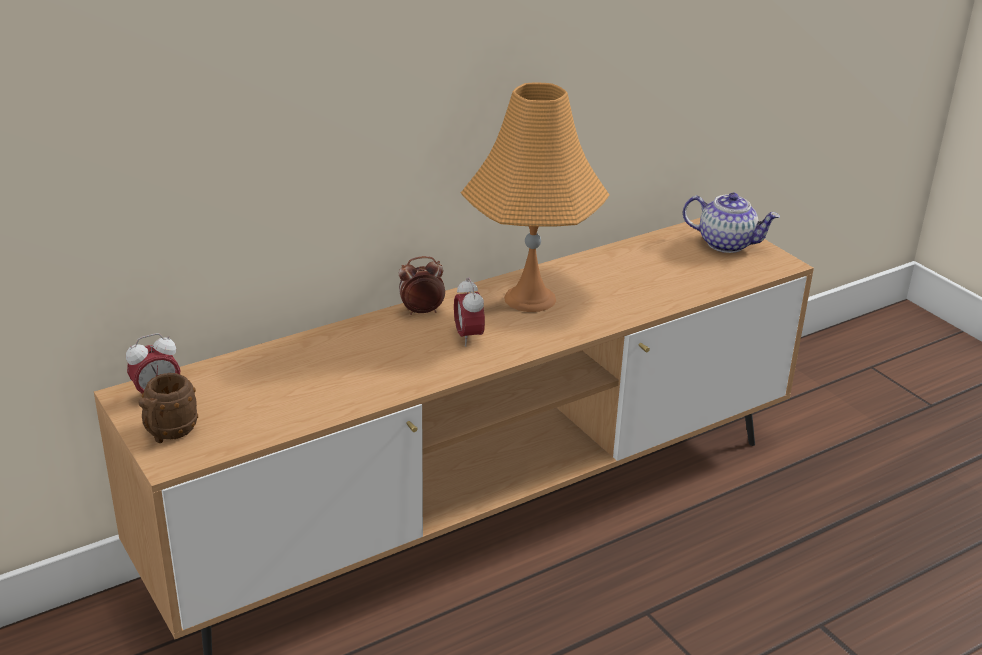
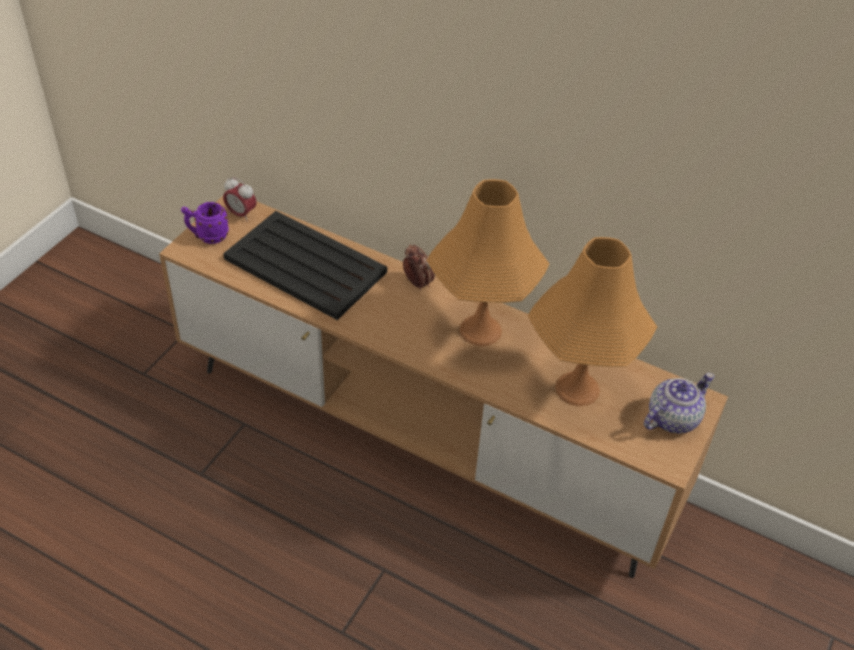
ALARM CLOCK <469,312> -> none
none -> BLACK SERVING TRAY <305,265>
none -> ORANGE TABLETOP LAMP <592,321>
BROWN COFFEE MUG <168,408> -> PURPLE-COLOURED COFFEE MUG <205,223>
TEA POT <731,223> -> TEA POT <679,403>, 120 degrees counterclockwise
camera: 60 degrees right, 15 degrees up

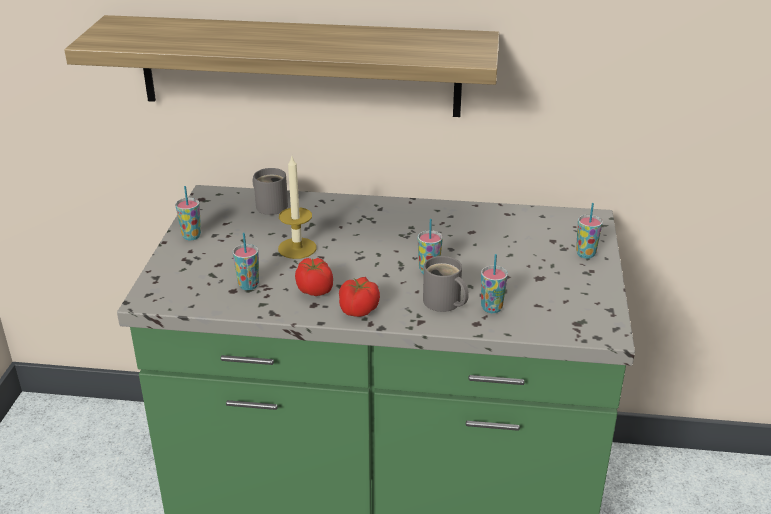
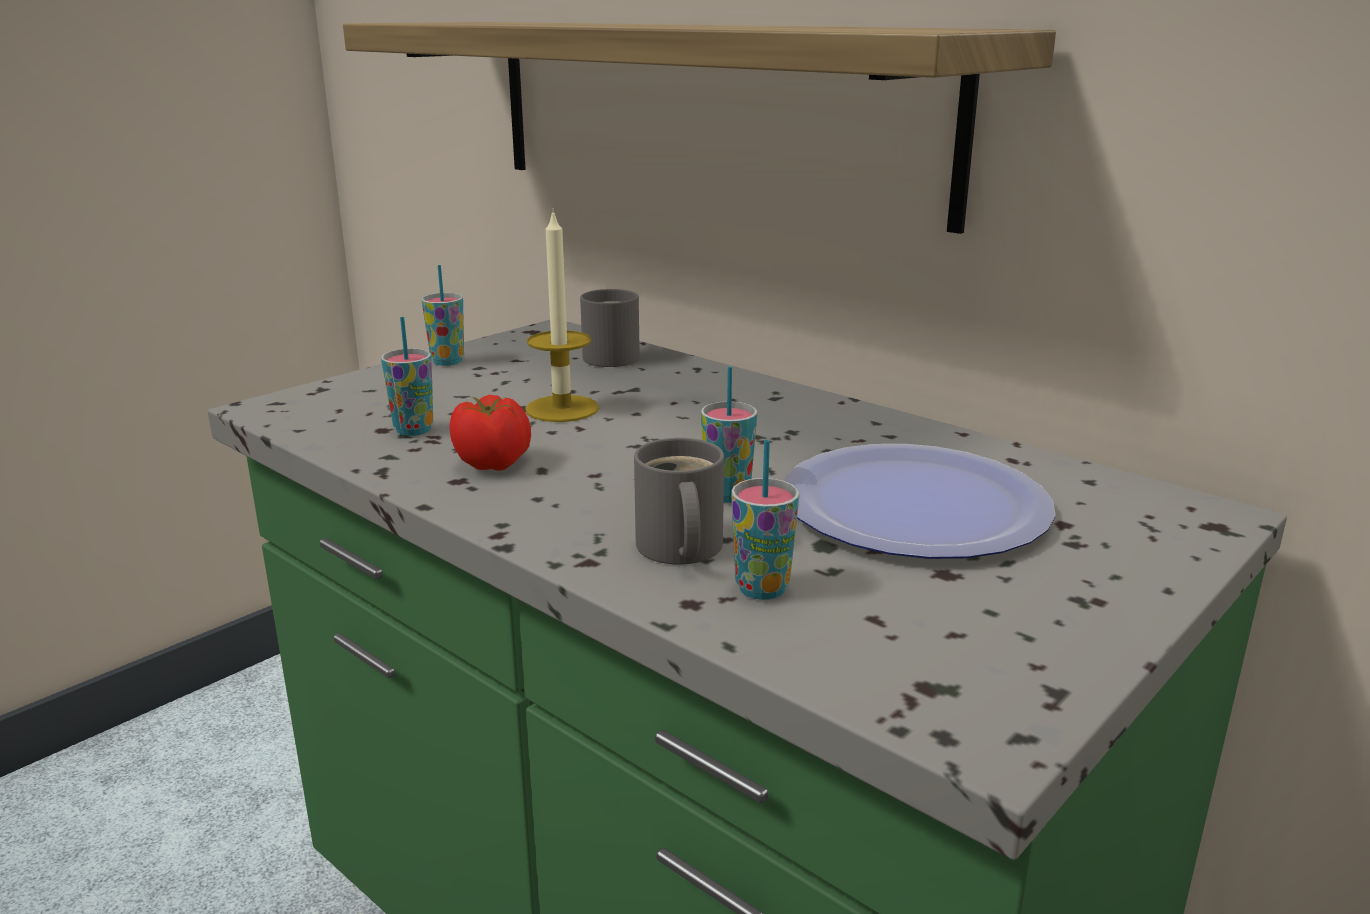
FRESH TOMATO <359,297> -> none
DRINKING CUP <589,230> -> none
none -> DINNER PLATE <920,501>
camera: 35 degrees right, 10 degrees down

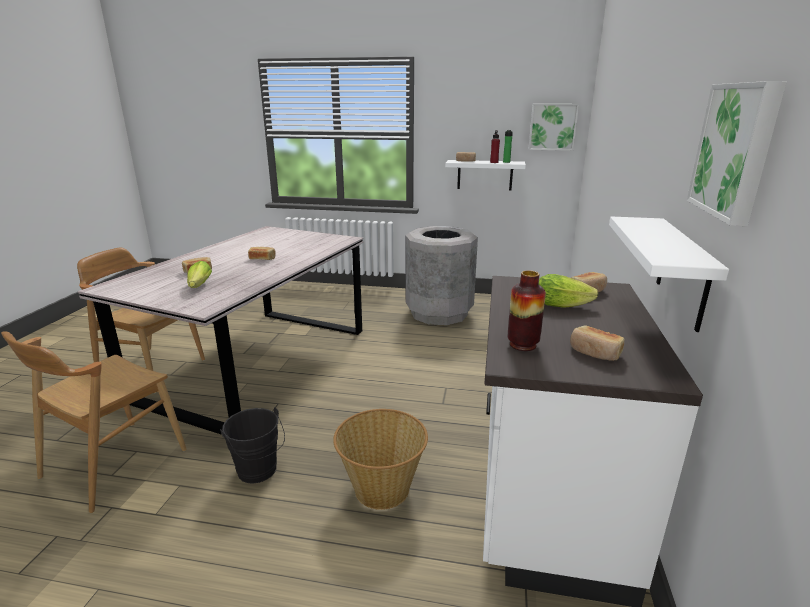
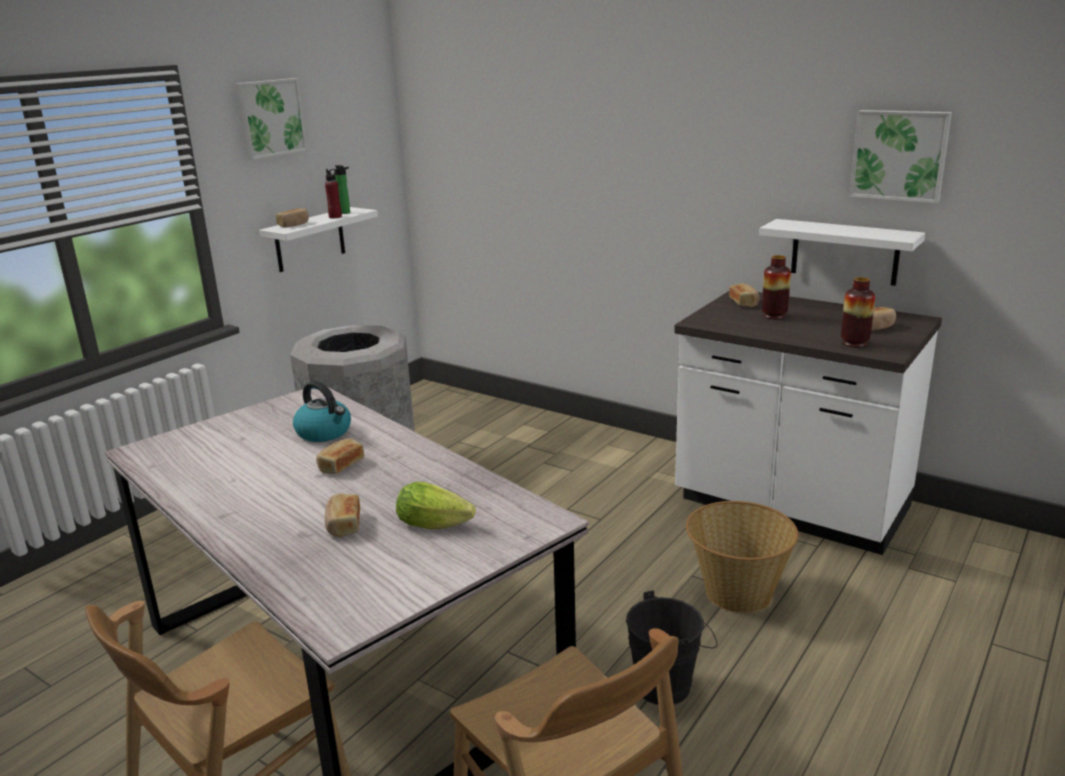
none -> KETTLE <322,411>
WALL PICTURE <554,127> -> WALL PICTURE <271,119>, shifted
LETTUCE <568,291> -> VASE <776,287>
camera: 65 degrees left, 0 degrees up

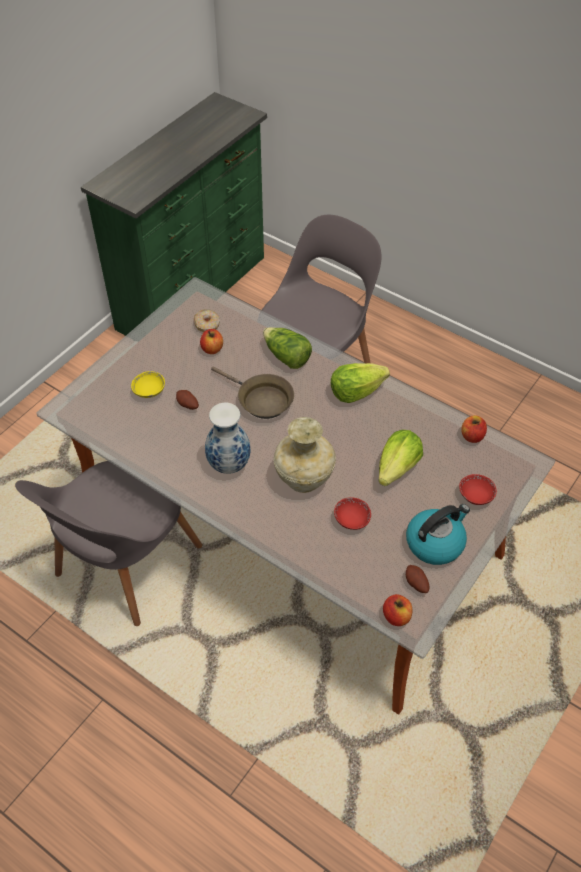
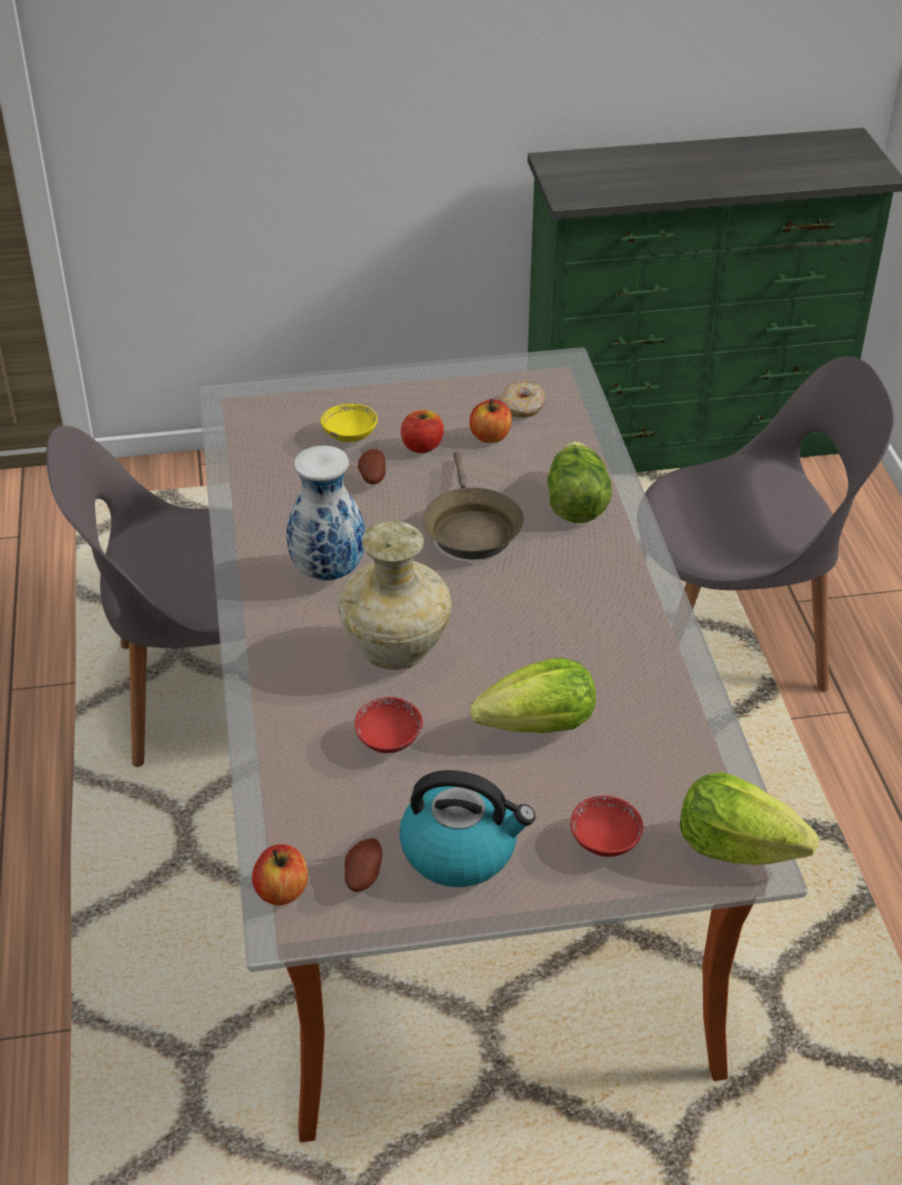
LETTUCE <360,383> -> LETTUCE <749,818>, shifted
APPLE FRUIT <474,429> -> APPLE FRUIT <422,431>, shifted
camera: 45 degrees right, 10 degrees down

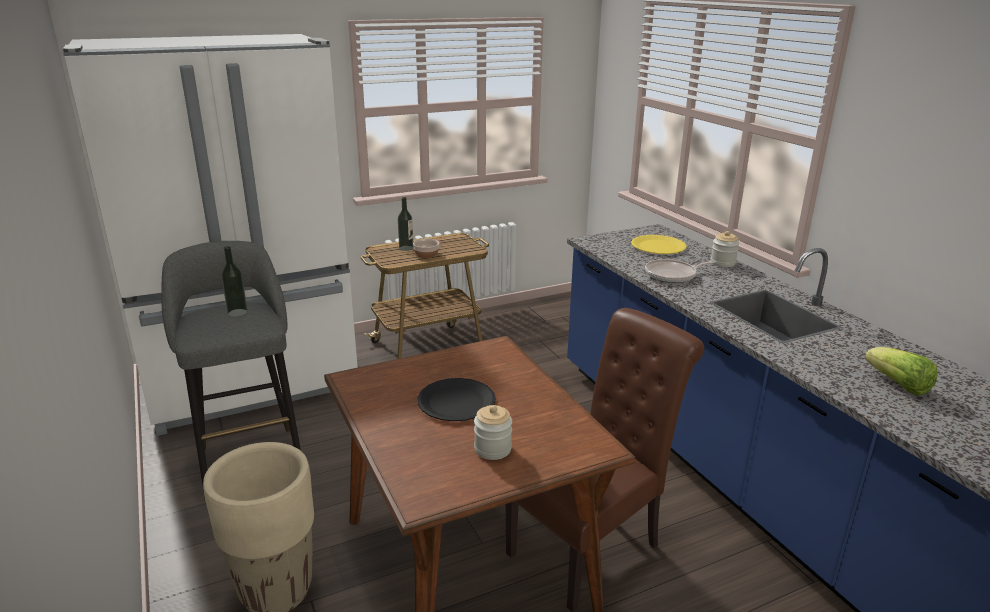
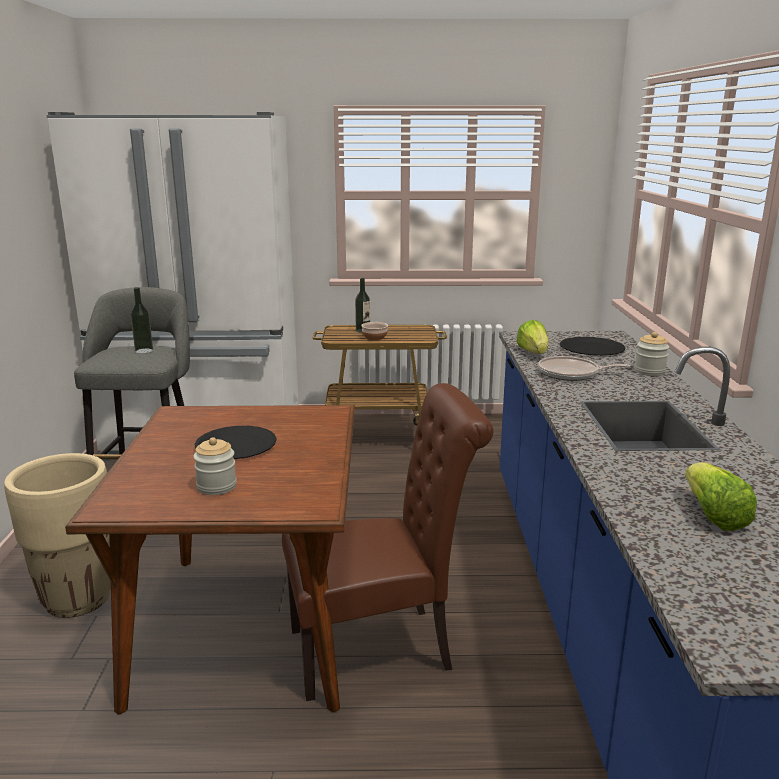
none -> LETTUCE <533,337>
YELLOWISH DINNER PLATE <659,244> -> BLACK DINNER PLATE <592,346>
camera: 25 degrees right, 5 degrees down

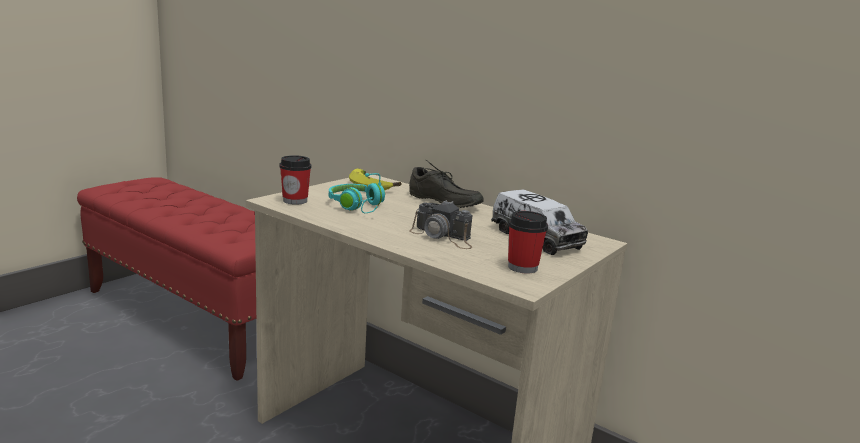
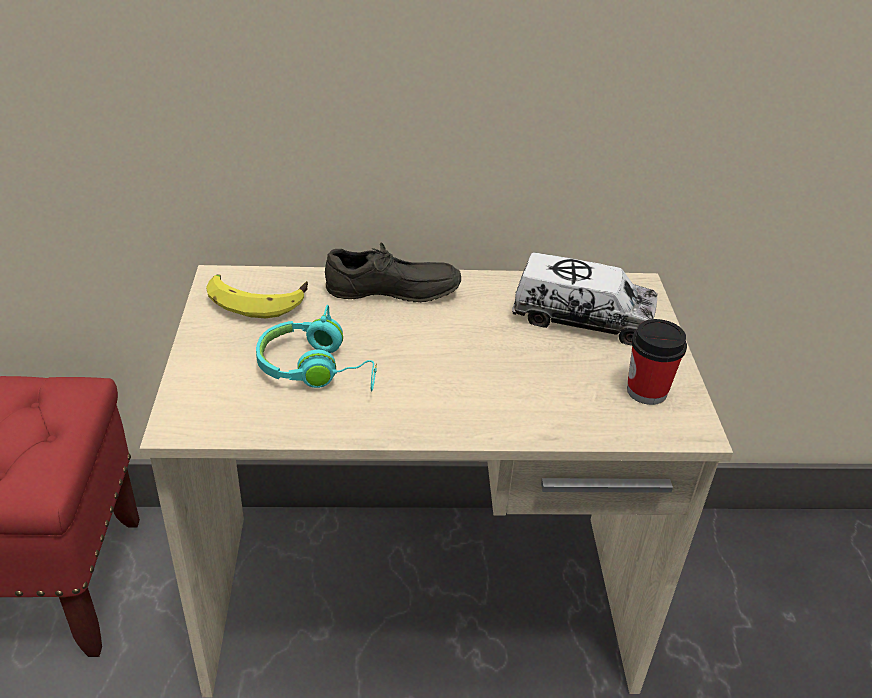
DRINKING CUP <295,180> -> none
PHOTO CAMERA <440,224> -> none
camera: 40 degrees left, 20 degrees up

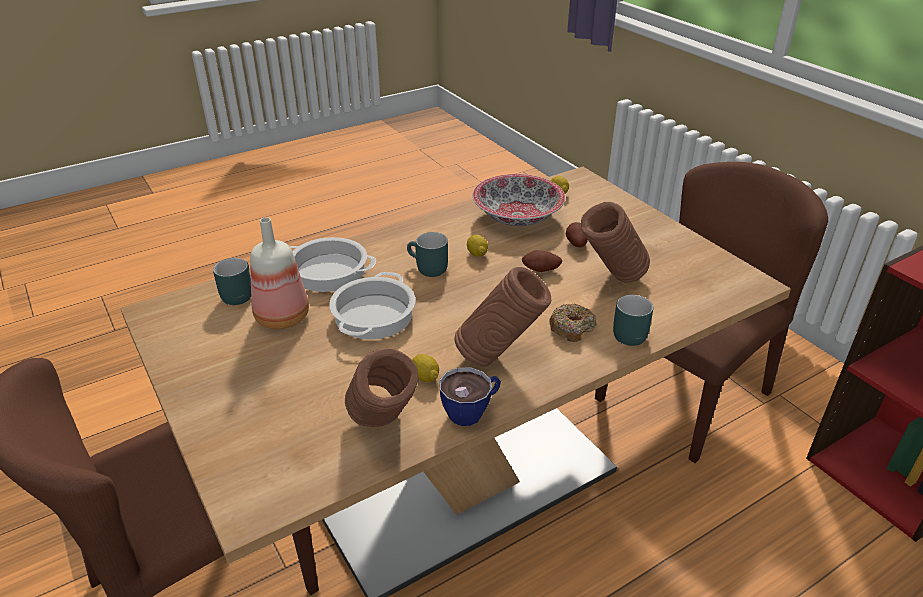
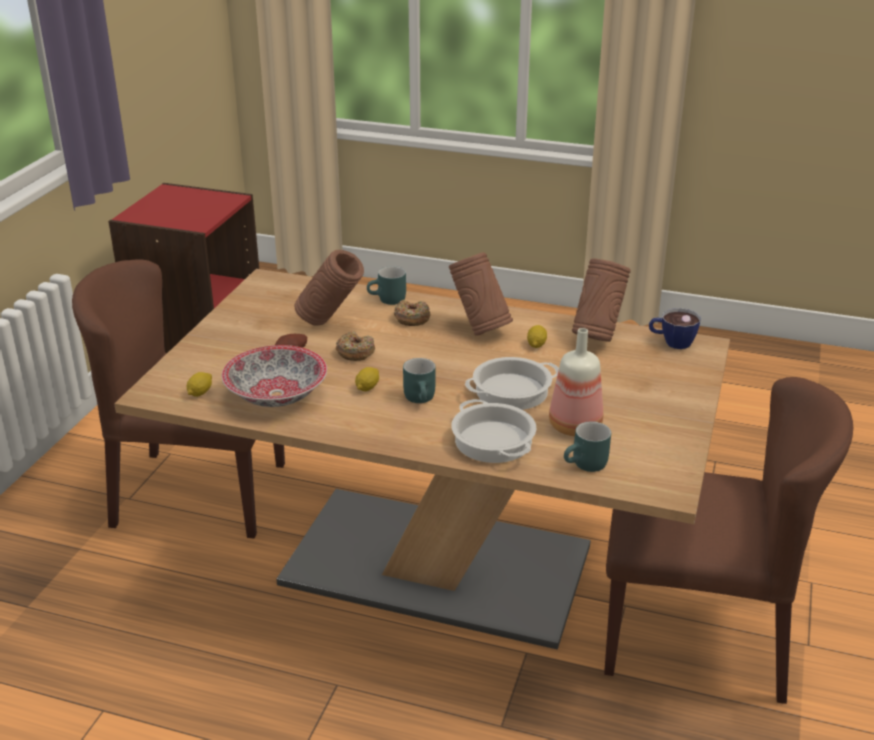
DRINKING CUP <470,396> -> DRINKING CUP <675,328>, shifted
POTATO <542,261> -> DOUGHNUT <355,346>
camera: 130 degrees left, 5 degrees down

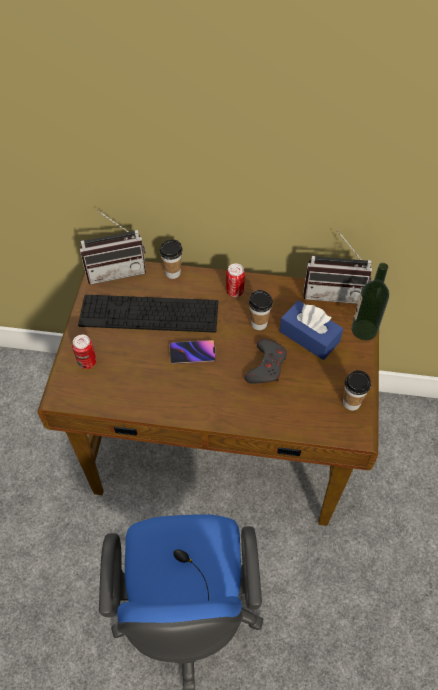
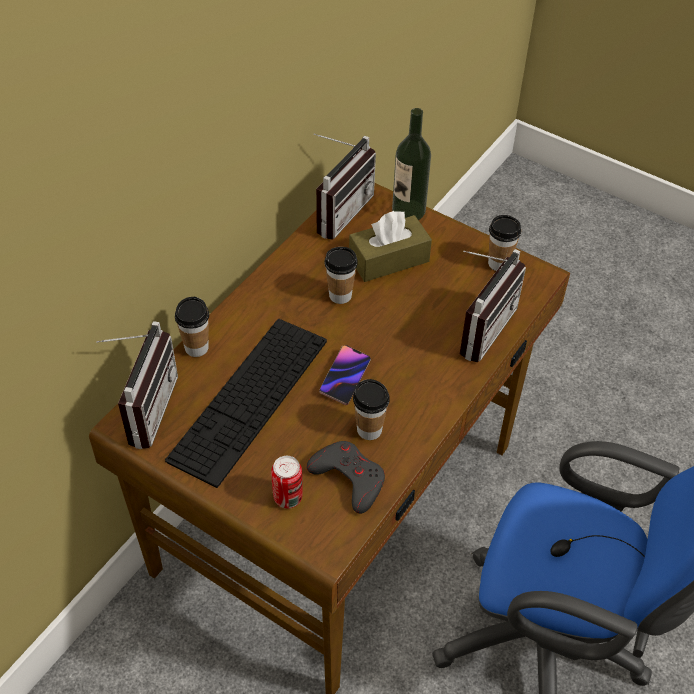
SEALED CAN <235,280> -> none
none -> DRINKING CUP <371,409>
none -> RADIO SET <493,306>
GREYISH GAMEPAD <265,361> -> GREYISH GAMEPAD <345,477>, shifted
BLUE-COLOURED TISSUE HOLDER <311,330> -> BROWN TISSUE HOLDER <390,246>
camera: 65 degrees left, 5 degrees down

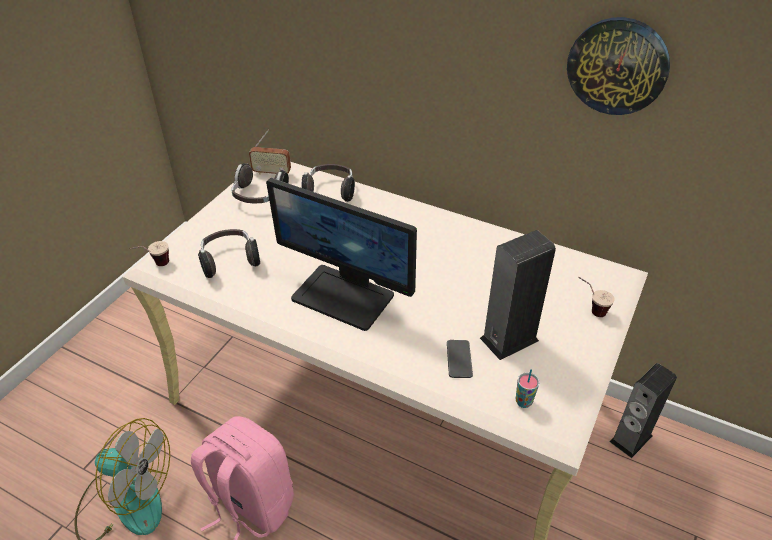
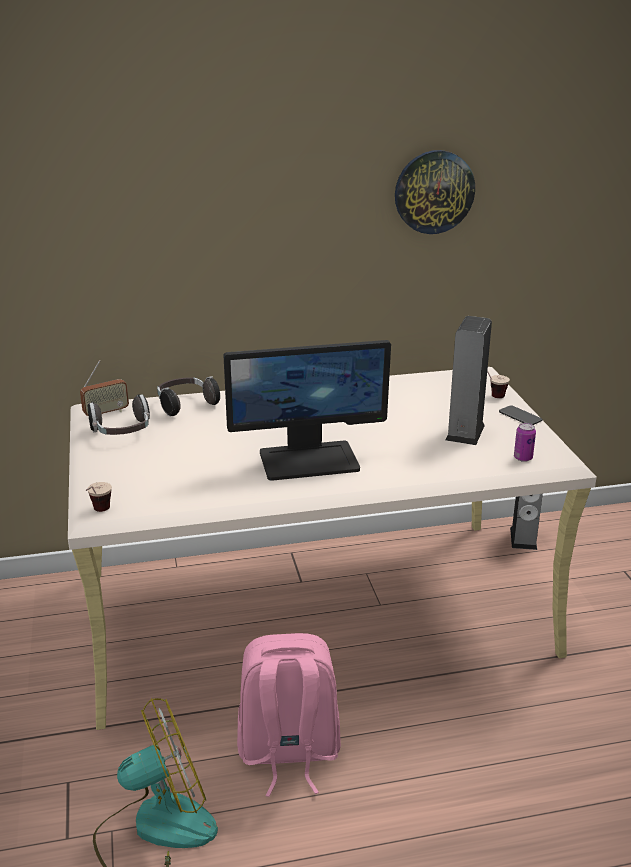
PAIR OF HEADPHONES <229,253> -> none
PHONE <460,359> -> PHONE <520,415>, shifted
DRINKING CUP <527,388> -> SEALED CAN <525,442>
camera: 40 degrees left, 15 degrees down

